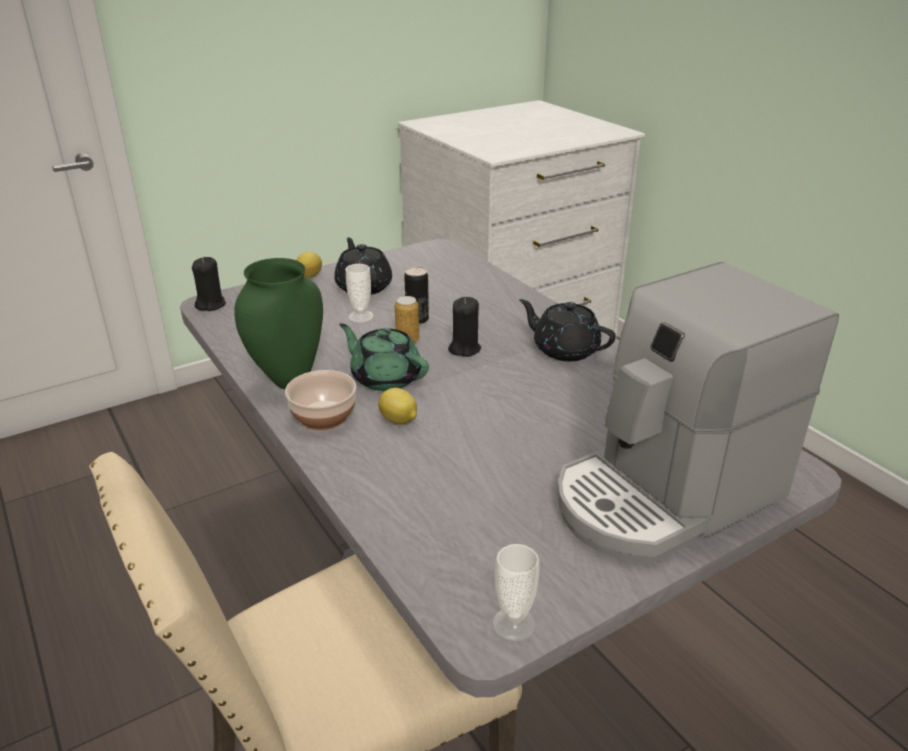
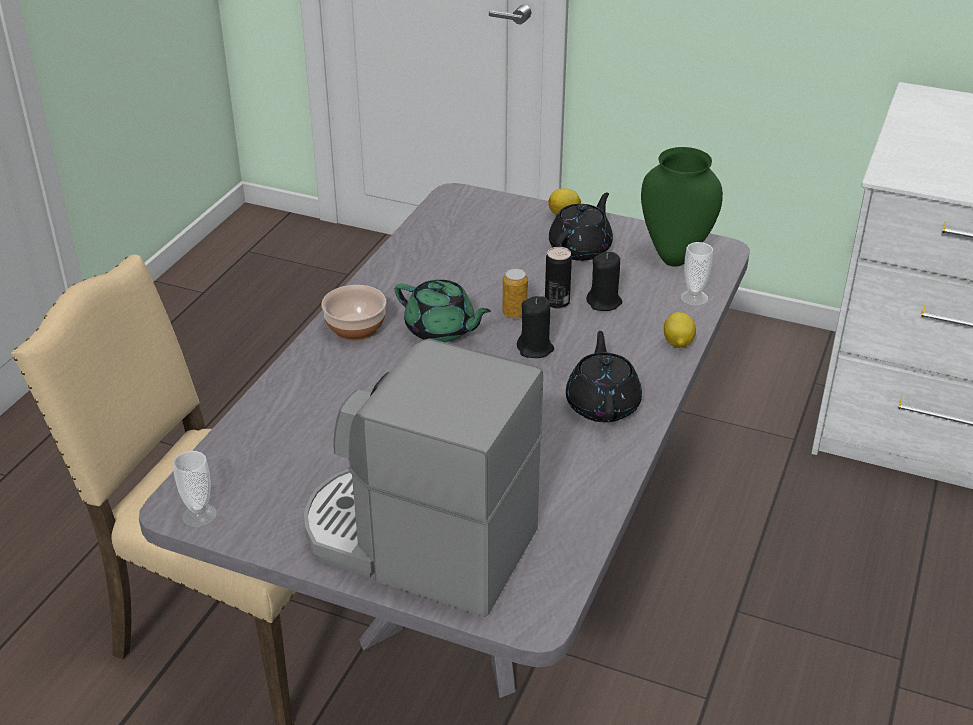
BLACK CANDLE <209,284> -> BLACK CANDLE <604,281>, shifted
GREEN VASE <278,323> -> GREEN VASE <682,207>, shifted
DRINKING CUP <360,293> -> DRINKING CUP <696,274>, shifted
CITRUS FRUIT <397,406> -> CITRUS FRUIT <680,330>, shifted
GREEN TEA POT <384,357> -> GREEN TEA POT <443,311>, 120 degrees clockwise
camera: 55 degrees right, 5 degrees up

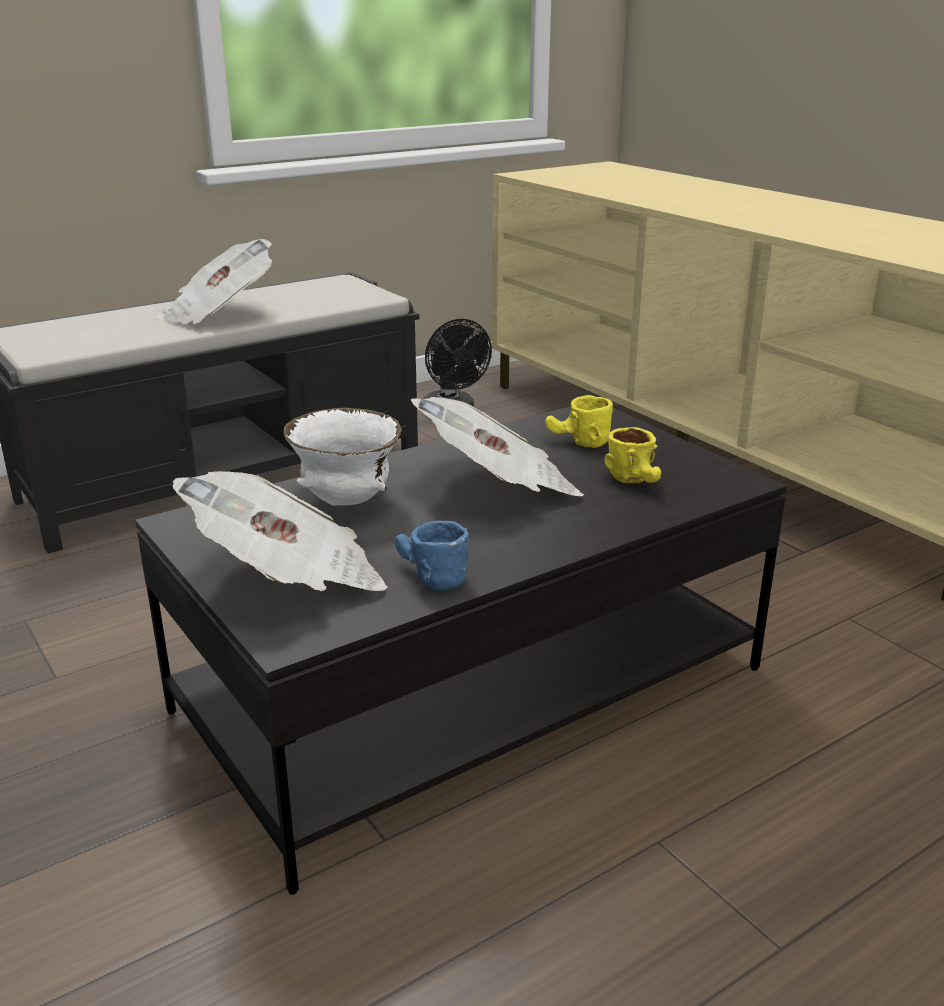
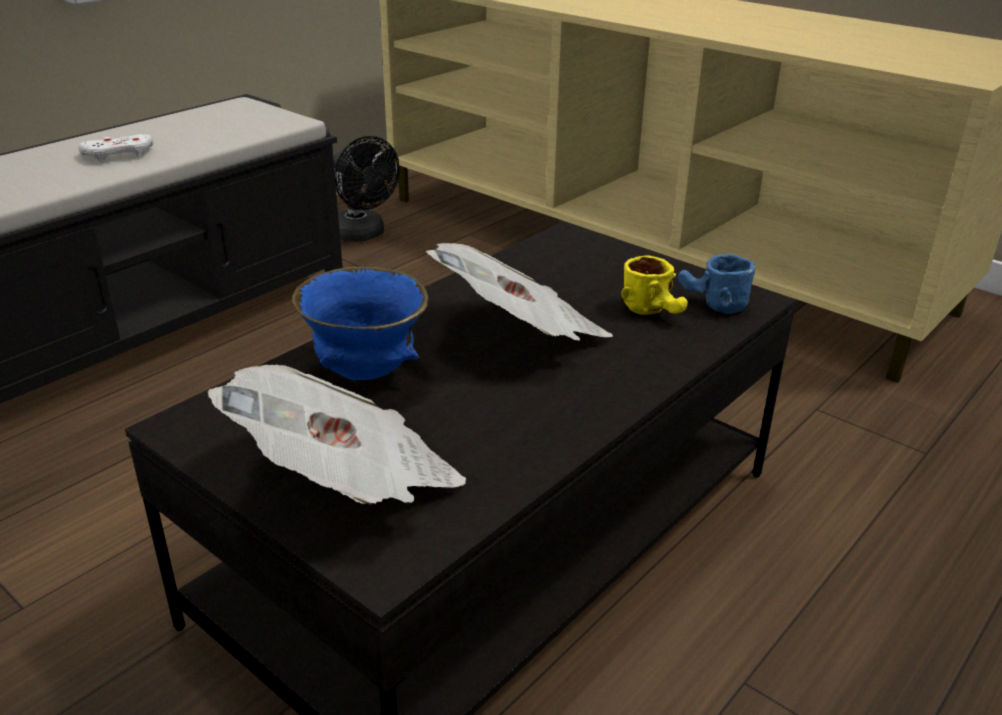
YELLOWISH COFFEE MUG <579,421> -> none
BLUE-COLOURED COFFEE MUG <432,556> -> BLUE-COLOURED COFFEE MUG <716,284>, shifted
DAILY PAPER <214,281> -> WHITE-COLOURED GAMEPAD <115,148>
WHITE-COLOURED BOWL <342,456> -> BLUE-COLOURED BOWL <360,324>
camera: 15 degrees left, 5 degrees up

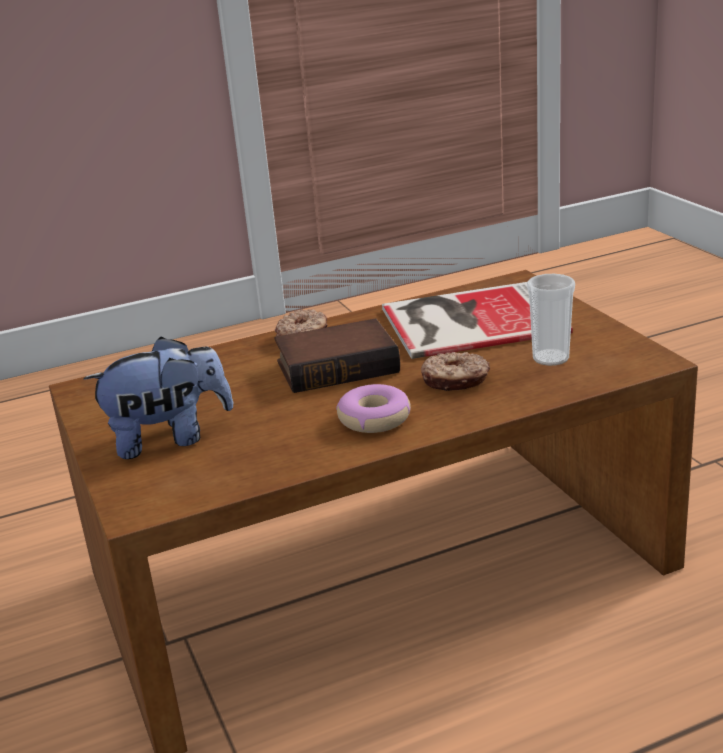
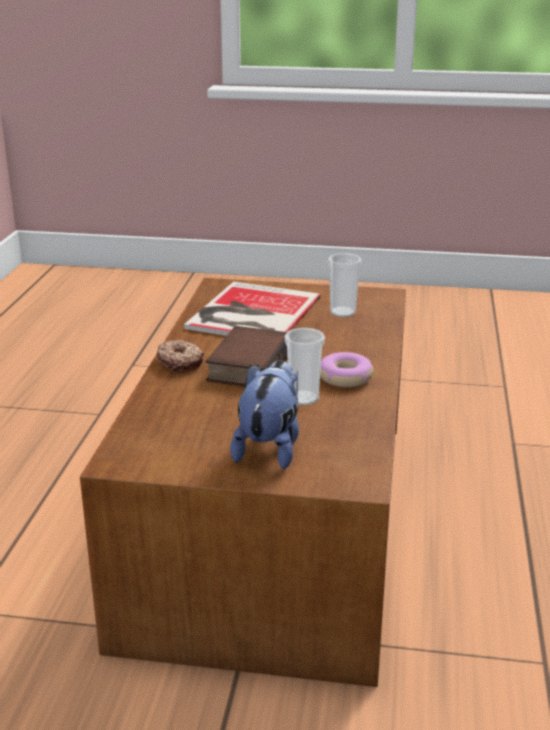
DOUGHNUT <455,371> -> none
none -> DRINKING CUP <304,367>
camera: 60 degrees left, 0 degrees up

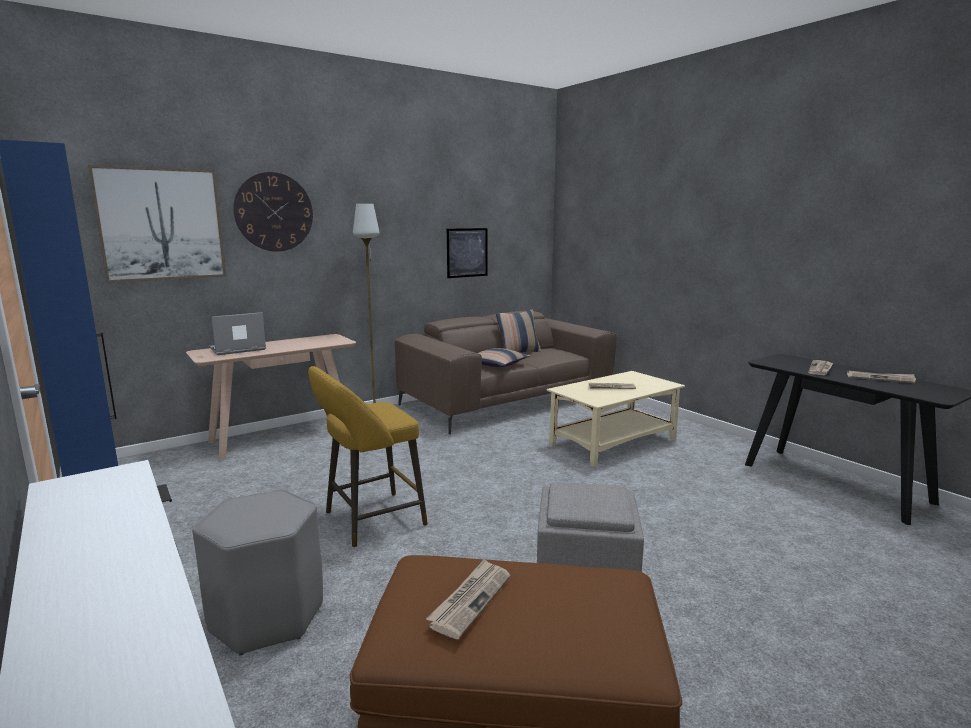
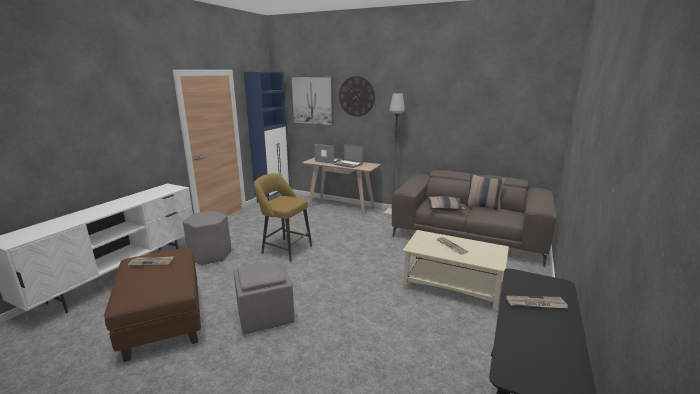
WALL PICTURE <467,253> -> none
DAILY PAPER <881,377> -> none
none -> NOTEBOOK COMPUTER <349,156>
camera: 60 degrees right, 5 degrees up

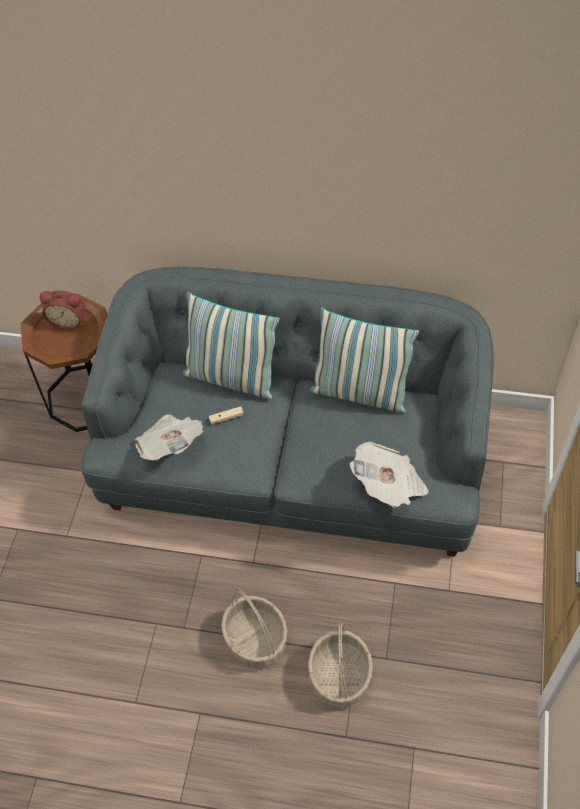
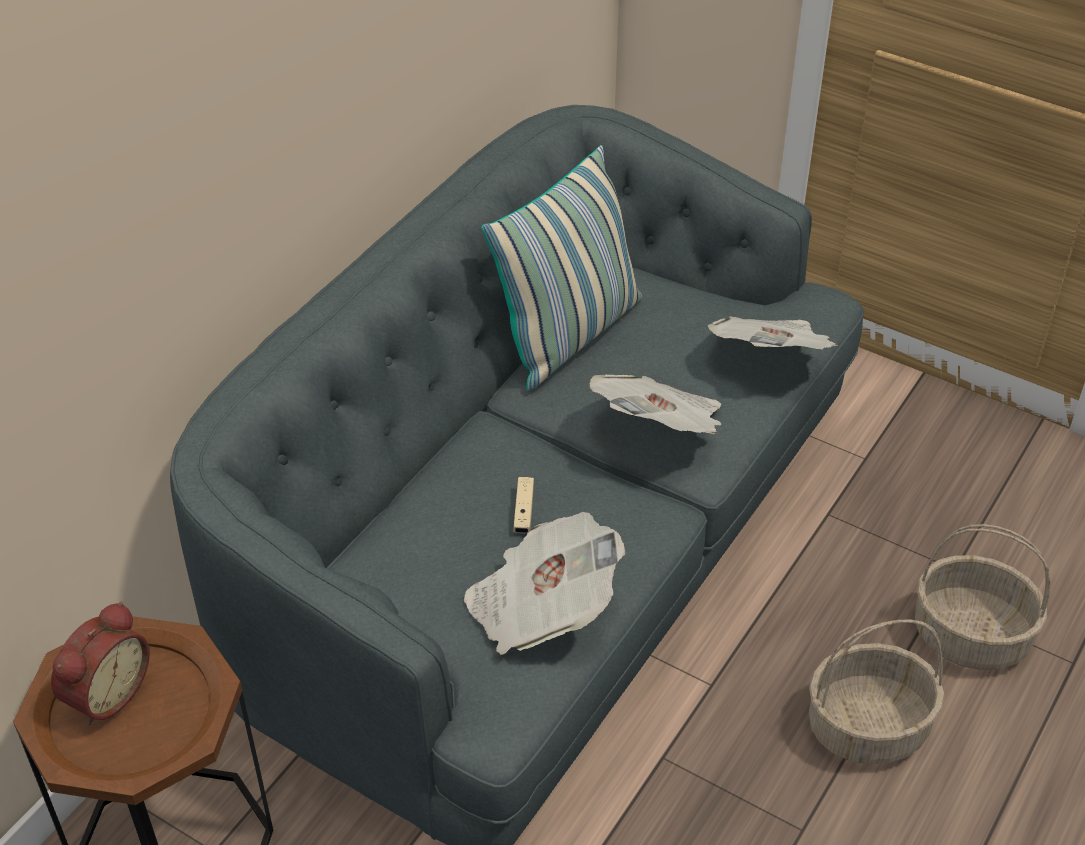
PILLOW <231,345> -> none
none -> DAILY PAPER <655,404>
camera: 70 degrees left, 10 degrees down

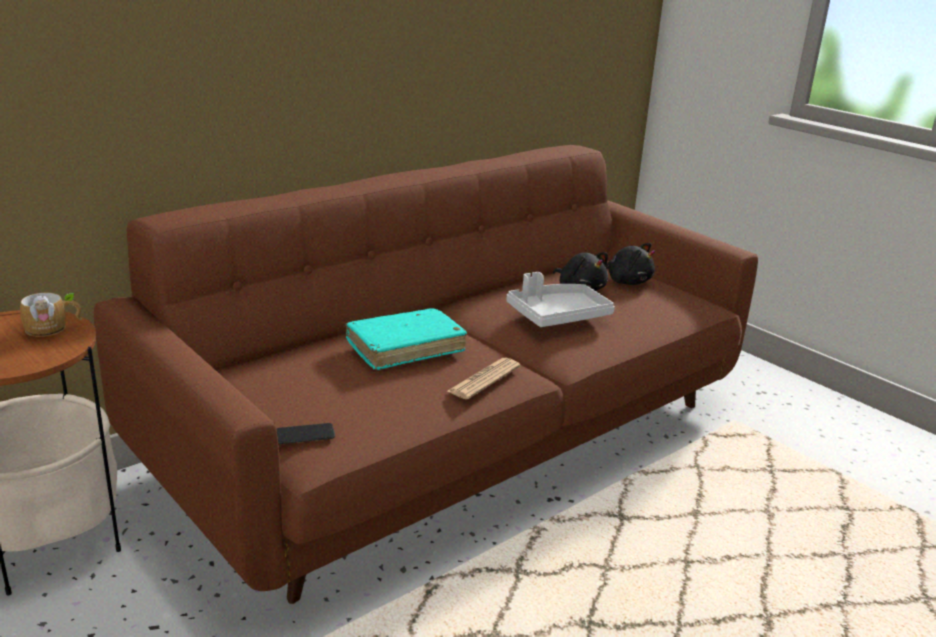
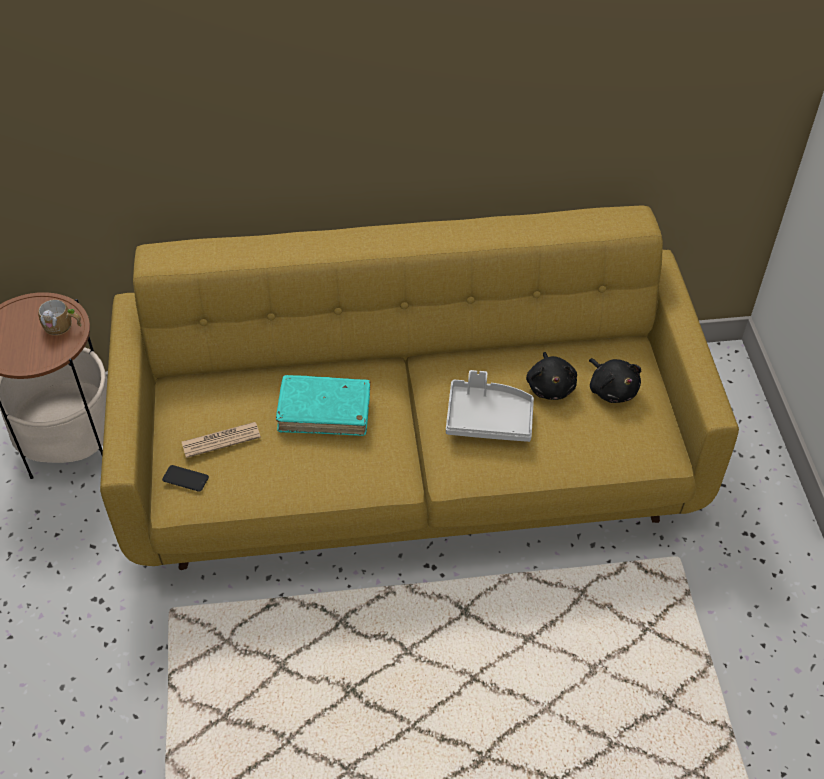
DAILY PAPER <484,379> -> DAILY PAPER <221,440>, shifted
BROWN COUCH <426,374> -> YELLOWISH COUCH <419,387>
camera: 35 degrees right, 25 degrees up

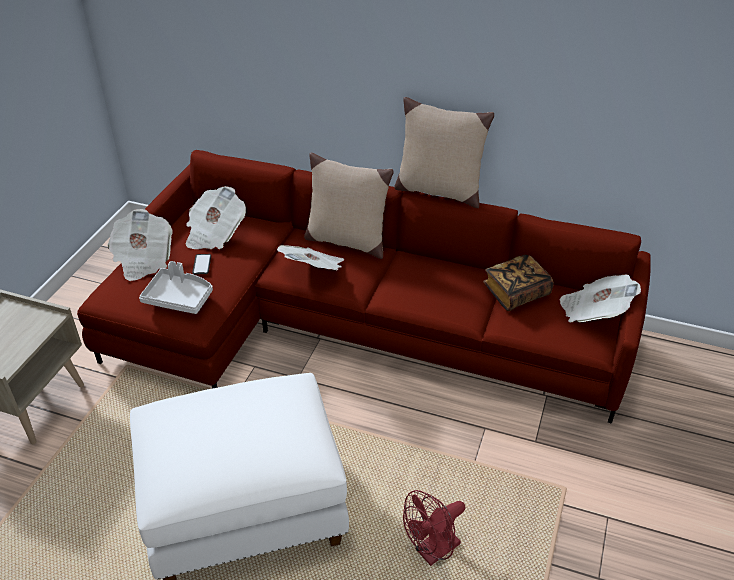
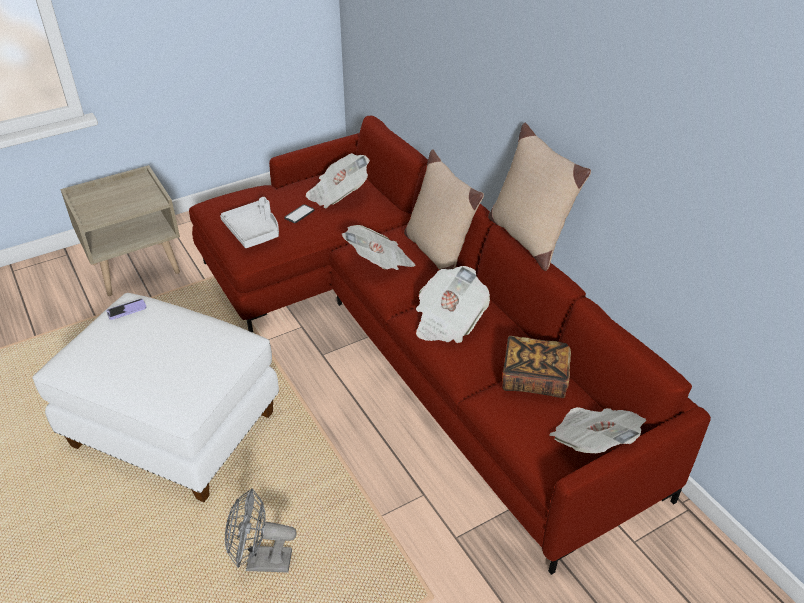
none -> PHONE <126,309>
DAILY PAPER <140,245> -> DAILY PAPER <453,304>, shifted
RED-COLOURED ELECTRIC FAN <434,528> -> GREYISH ELECTRIC FAN <261,530>
camera: 40 degrees right, 0 degrees up

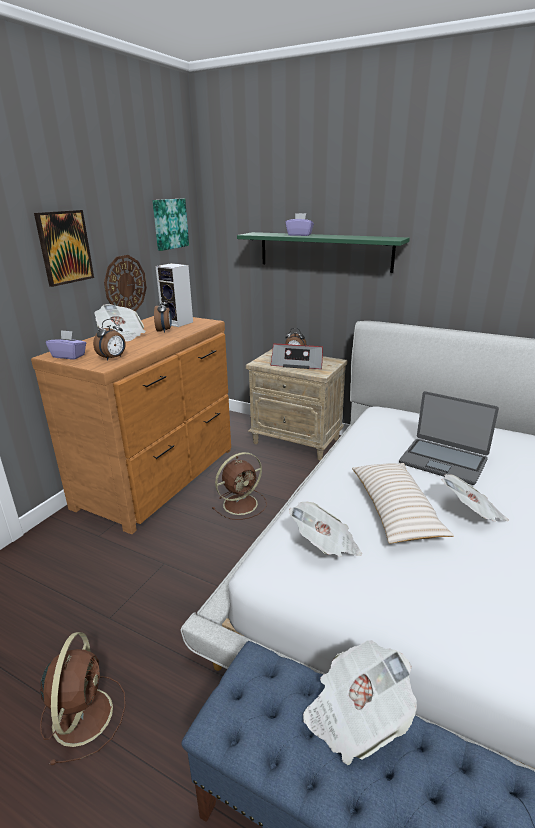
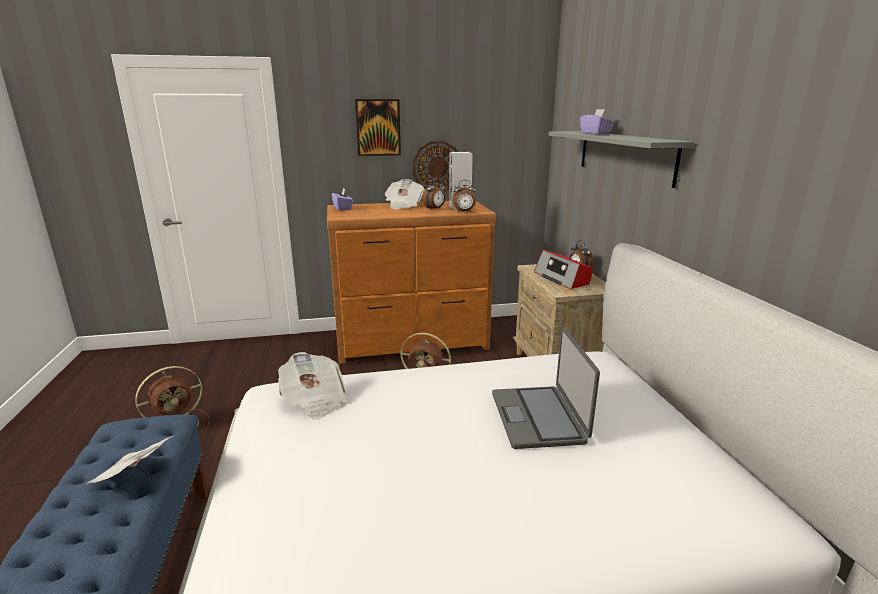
WALL PICTURE <170,225> -> none
BEIGE PILLOW <403,503> -> none
DAILY PAPER <475,498> -> none
ALARM CLOCK <109,340> -> ALARM CLOCK <464,196>, shifted
GREEN SHELF <323,252> -> GREYISH SHELF <622,159>
camera: 50 degrees right, 5 degrees down

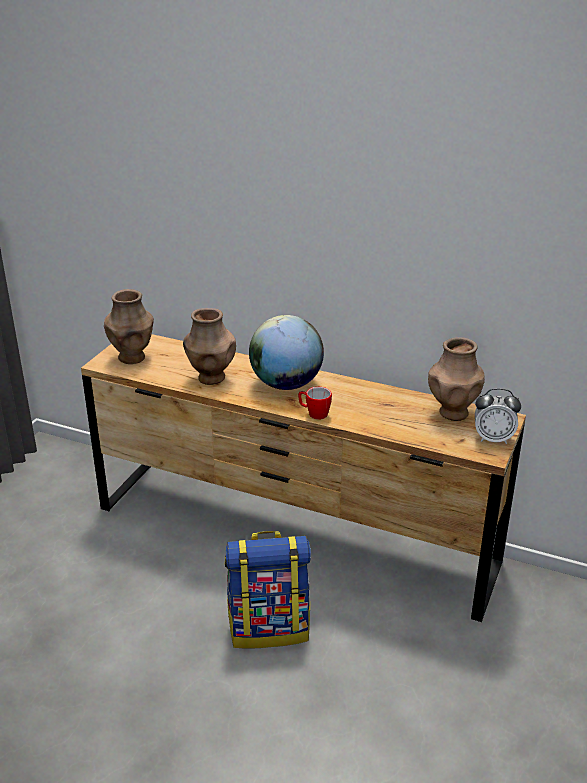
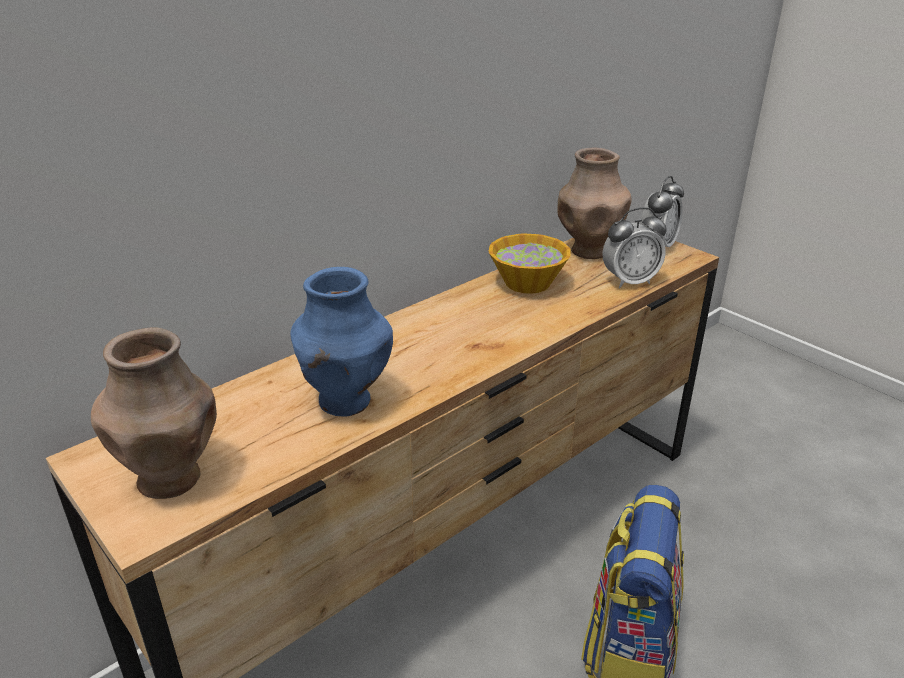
DESK GLOBE <286,352> -> none
COFFEE MUG <315,403> -> none
none -> BOWL <529,263>
none -> ALARM CLOCK <634,248>
BROWN VASE <209,346> -> BLUE-COLOURED VASE <341,342>
camera: 65 degrees left, 0 degrees up

